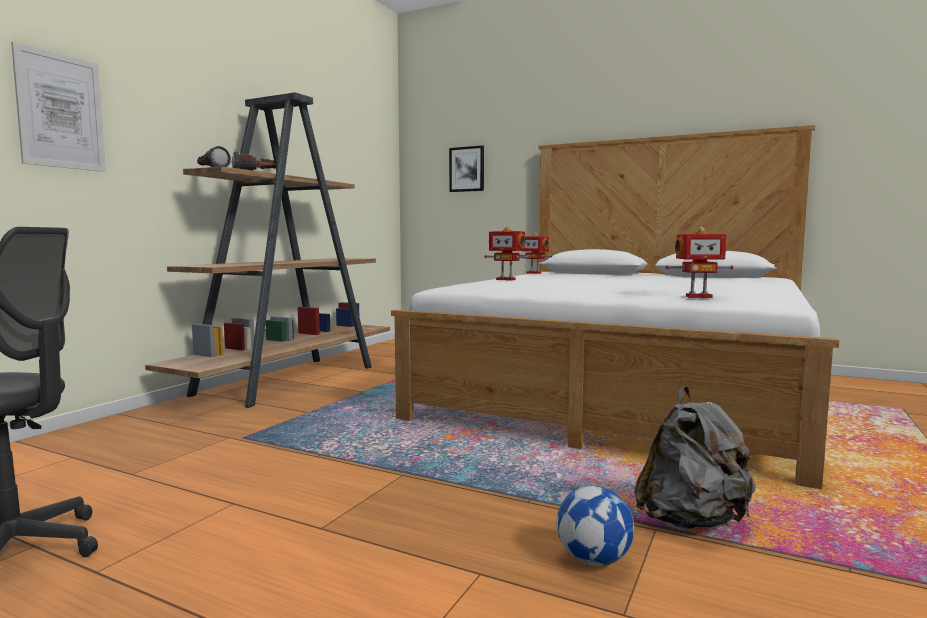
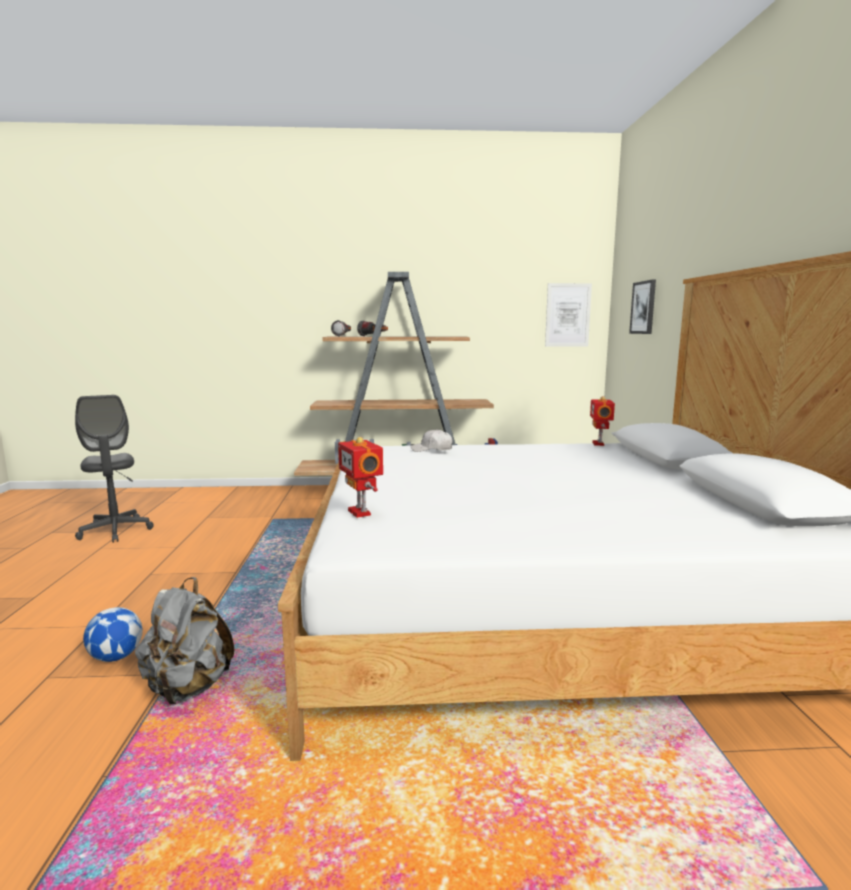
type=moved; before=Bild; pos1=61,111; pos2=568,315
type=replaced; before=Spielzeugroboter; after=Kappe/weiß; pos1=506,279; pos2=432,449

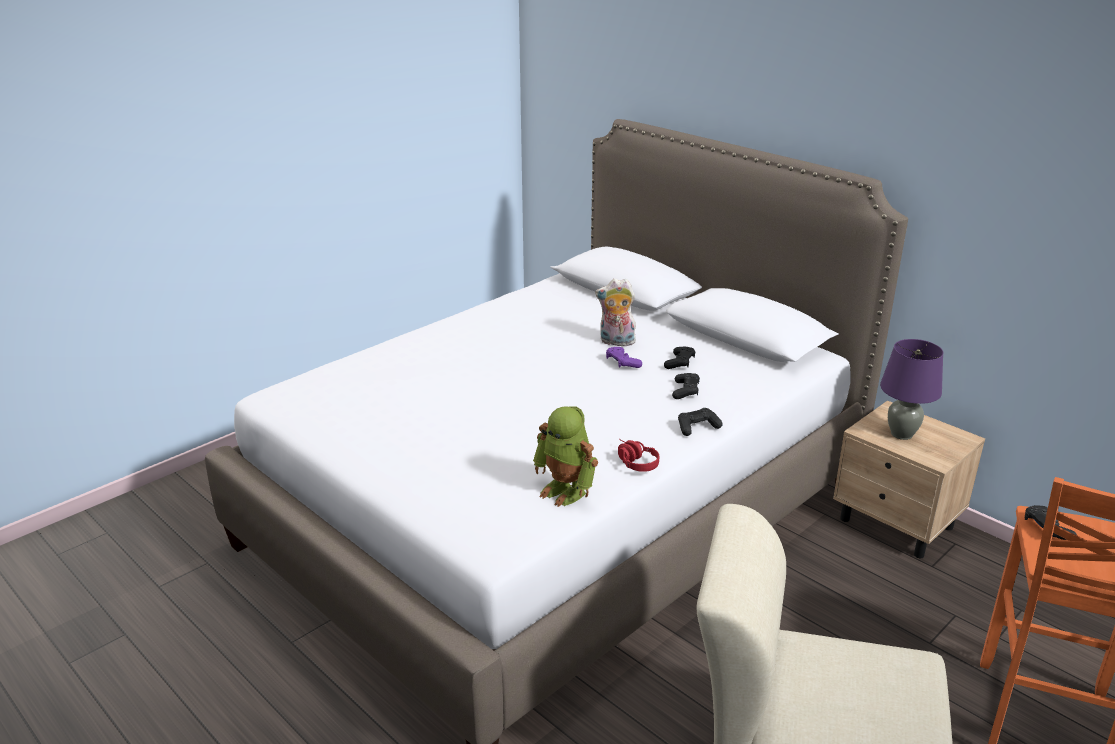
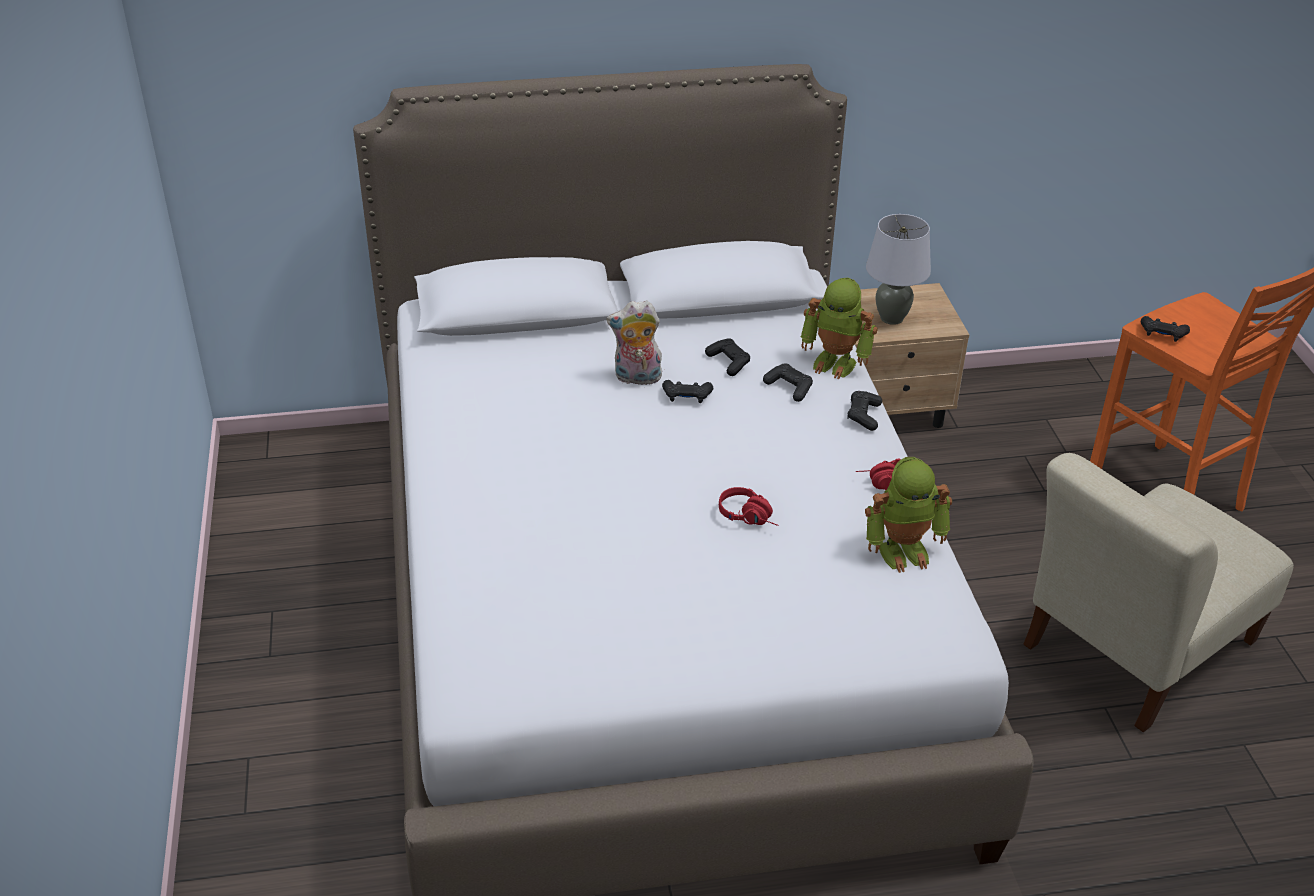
type=turned; before=Plüschtier; pos1=616,342; pos2=636,378; turn=45
type=recoloured; before=Tischlampe/lila; after=Tischlampe/grau; pos1=901,434; pos2=891,318
type=recoloured; before=Gamepad/lila; after=Gamepad/schwarz; pos1=622,363; pos2=687,397
type=added; after=Spielzeugroboter; pos2=836,362
type=added; after=Kopfhörer/rot; pos2=750,517

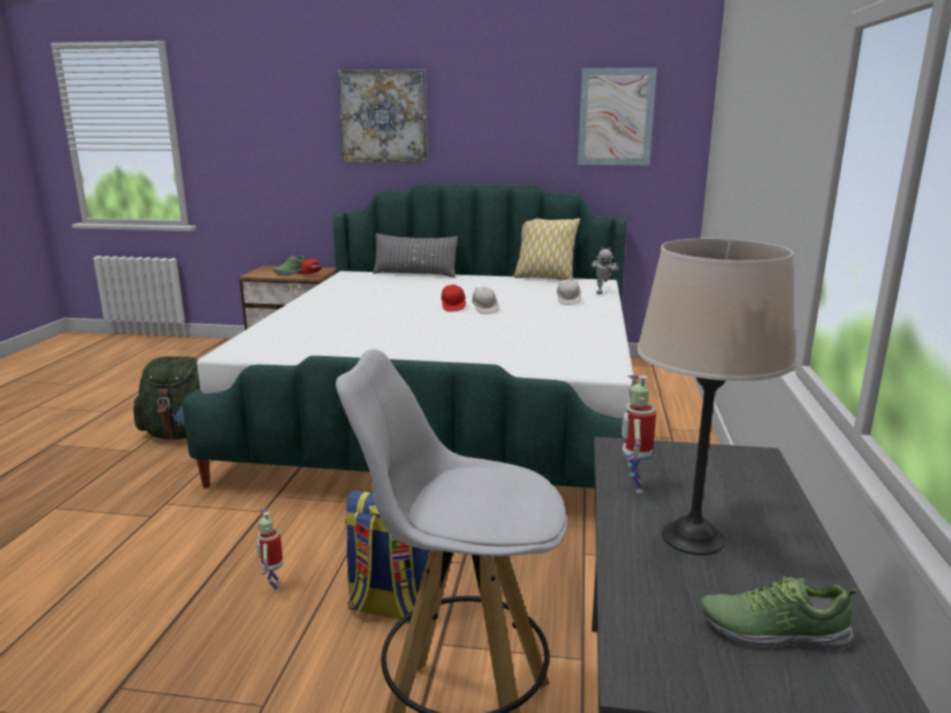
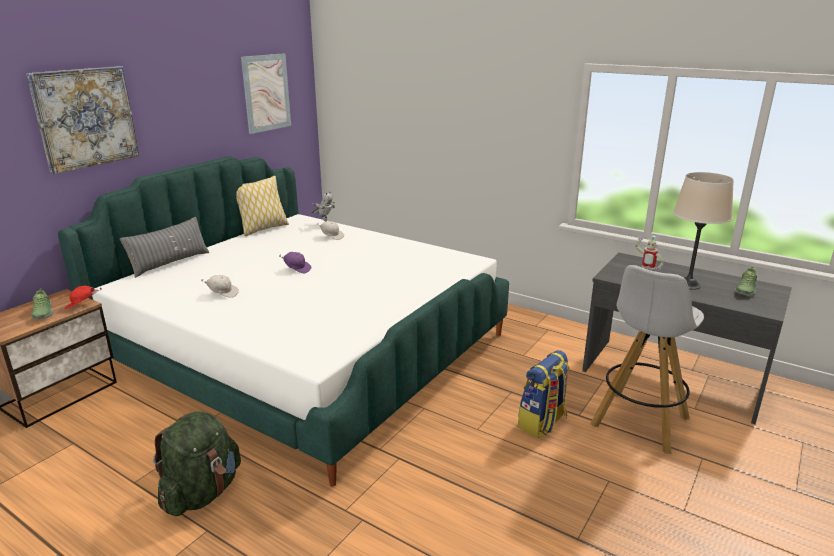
type=recoloured; before=Kappe/rot; after=Kappe/lila; pos1=453,307; pos2=297,269
type=moved; before=Kappe/weiß; pos1=485,309; pos2=223,293
type=removed; before=Spielzeugroboter; pos1=273,586

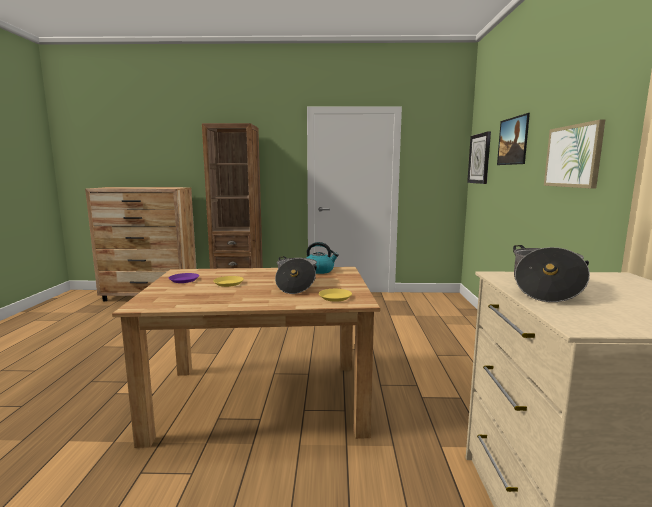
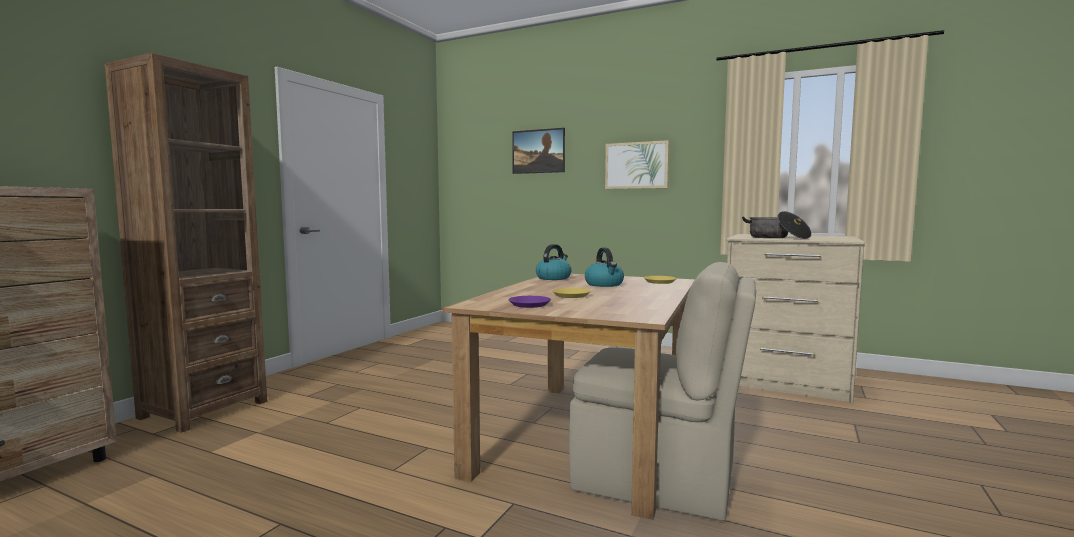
type=removed; before=Wanduhr; pos1=479,158
type=replaced; before=Kochtopf; after=Wasserkessel; pos1=296,285; pos2=604,284
type=added; after=Stuhl/beige; pos2=658,480

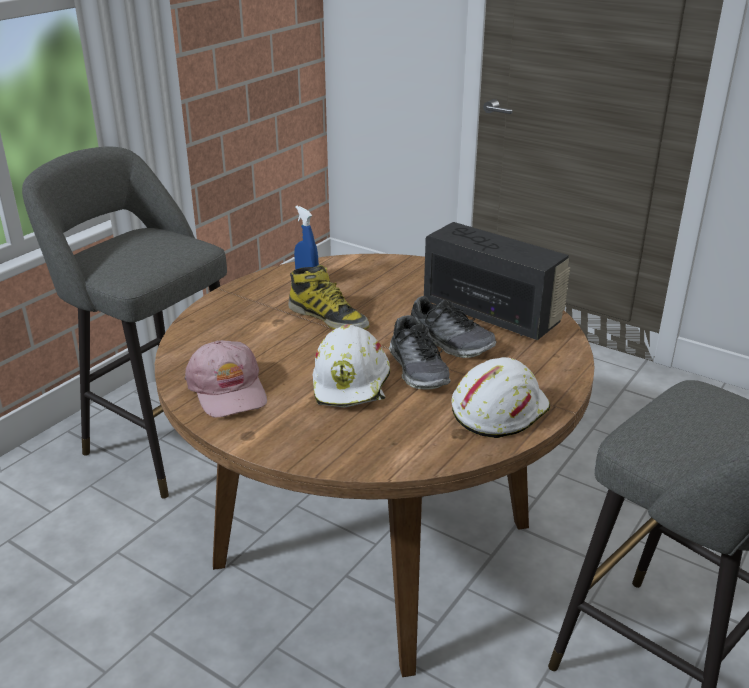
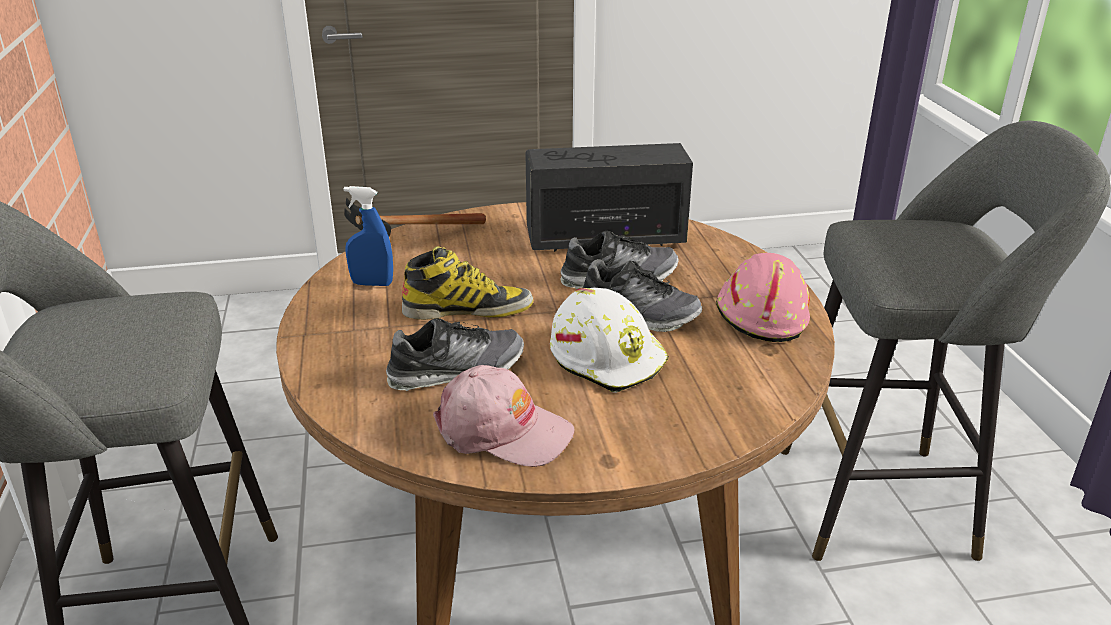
type=recoloured; before=Schutzhelm/weiß; after=Schutzhelm/rosa; pos1=498,410; pos2=759,314
type=added; after=Hammer; pos2=406,247
type=added; after=Schuh; pos2=456,372

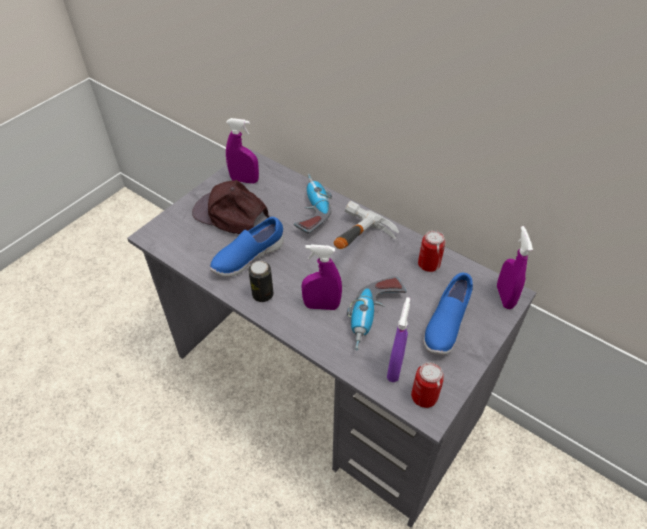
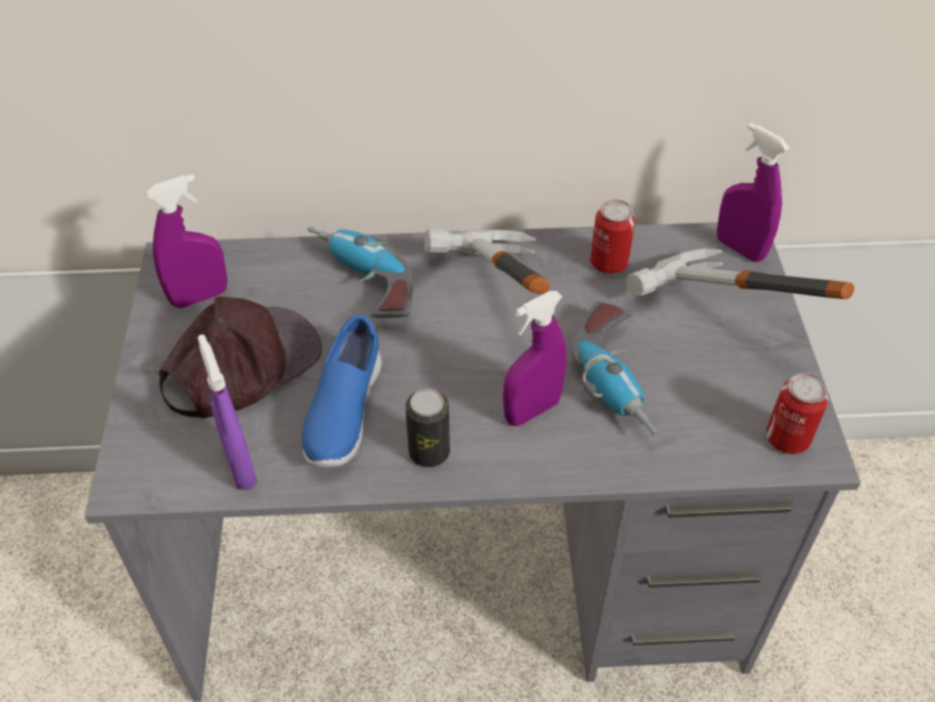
type=turned; before=Kappe/braun; pos1=231,215; pos2=241,364; turn=150
type=replaced; before=Schuh/blau; after=Hammer; pos1=445,325; pos2=712,329
type=moved; before=Sprühflasche/lila; pos1=395,367; pos2=240,466

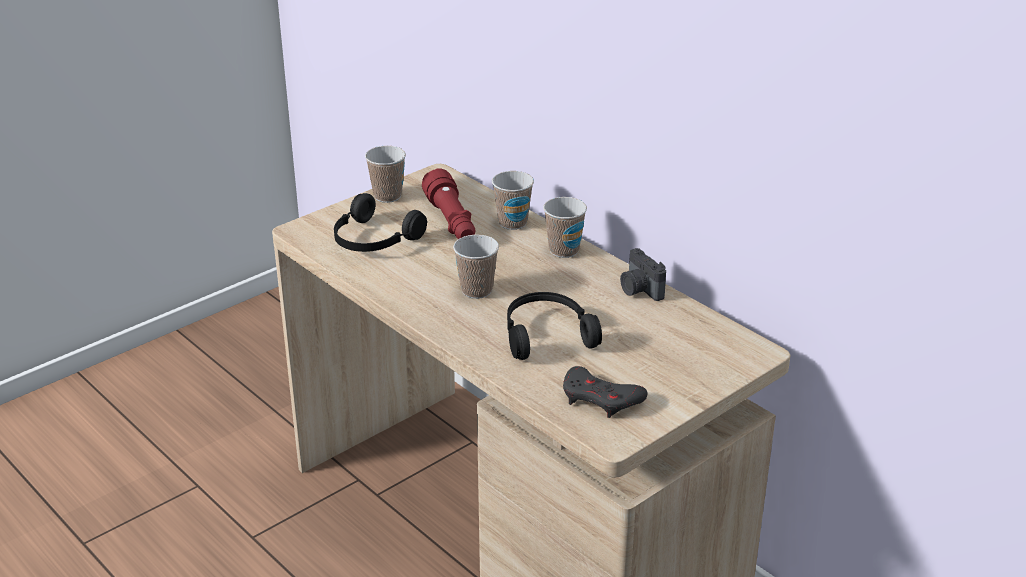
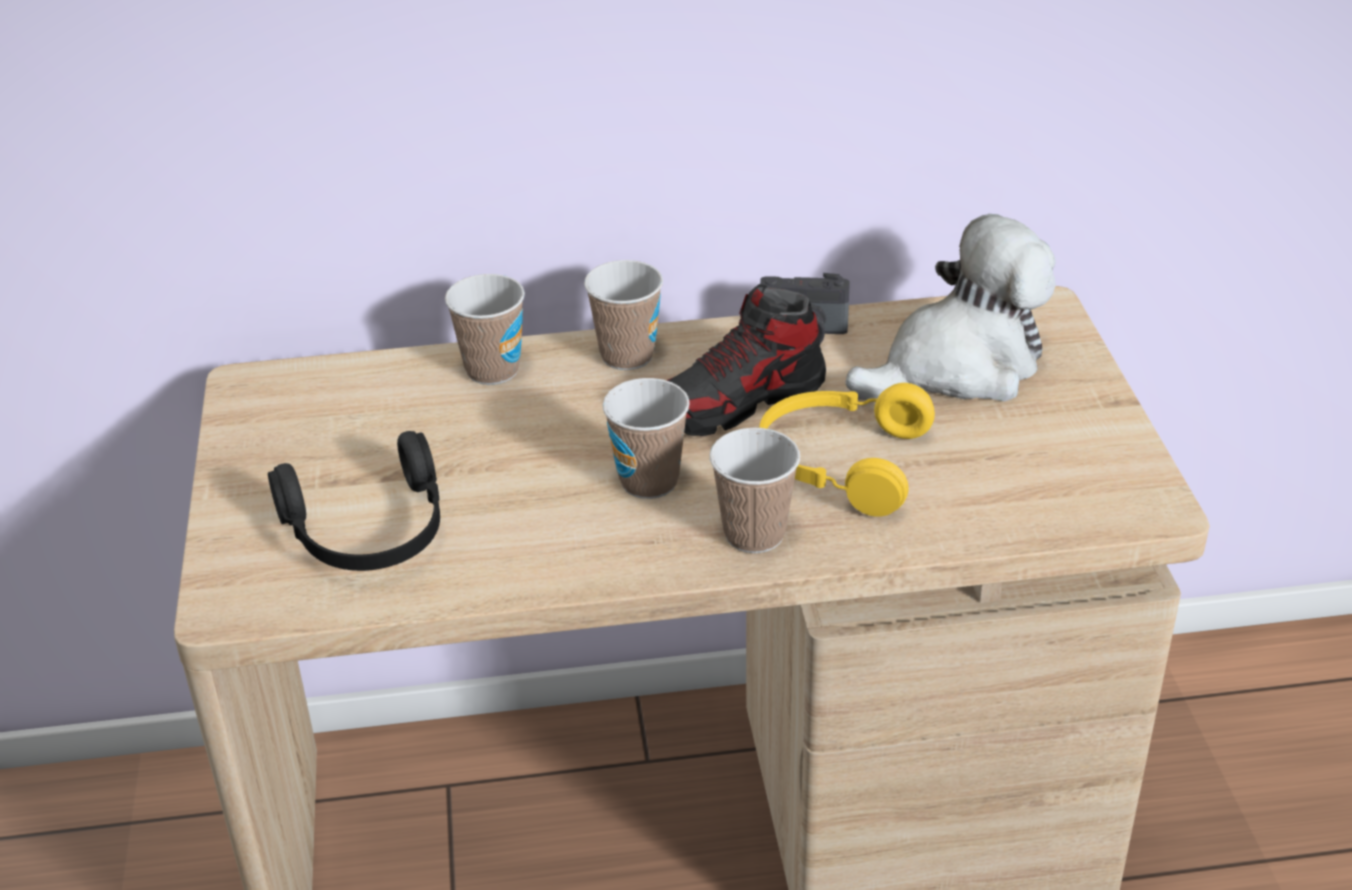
type=moved; before=Tasse; pos1=387,196; pos2=754,534
type=removed; before=Taschenlampe/rot; pos1=451,222
type=recoloured; before=Kopfhörer/schwarz; after=Kopfhörer/gelb; pos1=546,335; pos2=839,463
type=removed; before=Gamepad/grau; pos1=600,398
type=added; after=Plüschtier; pos2=958,367
type=added; after=Schuh; pos2=740,401

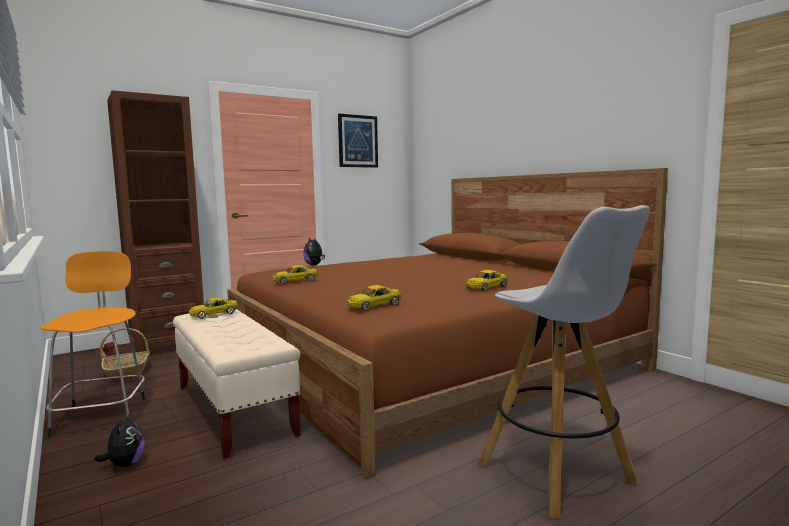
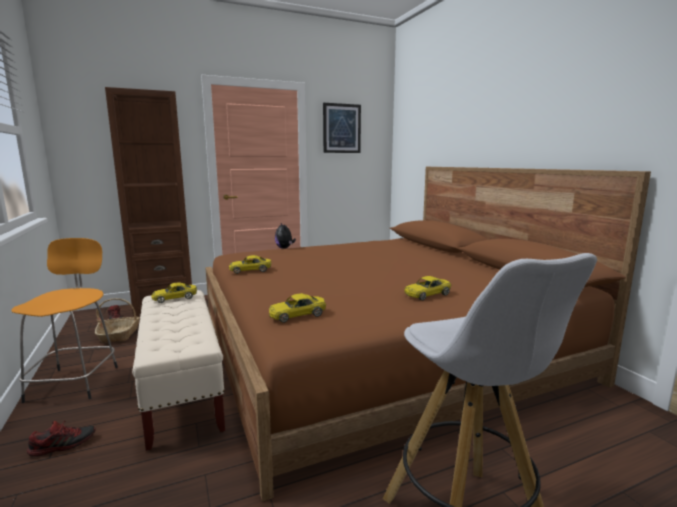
type=replaced; before=Plüschtier; after=Schuh; pos1=125,464; pos2=63,445

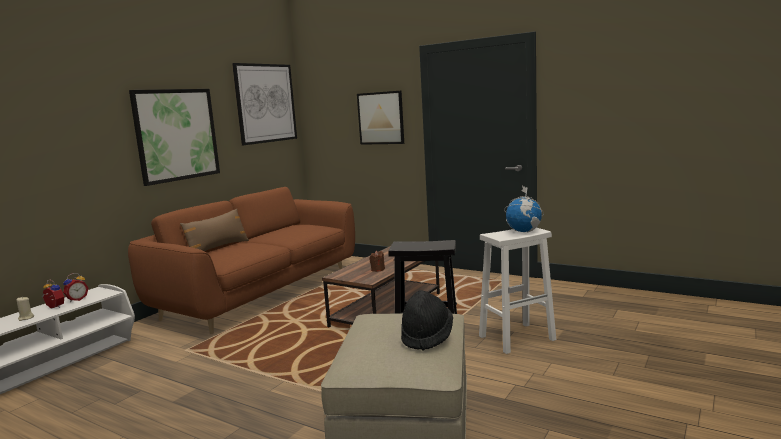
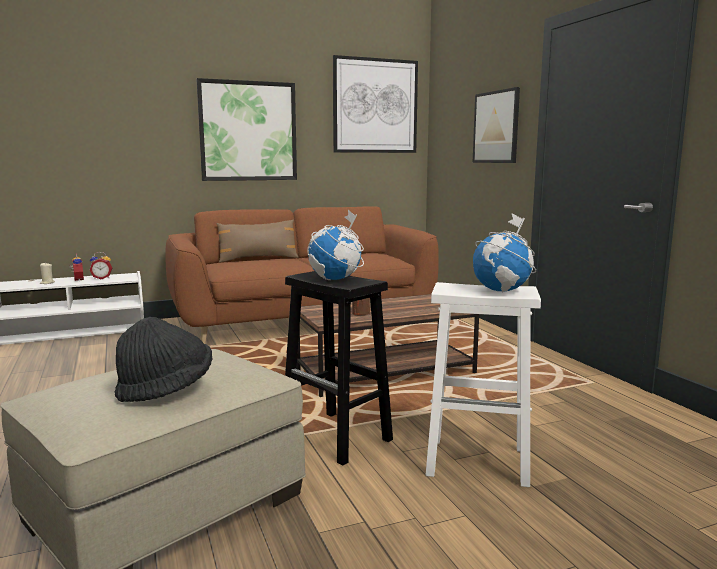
type=added; after=Globus; pos2=336,279

